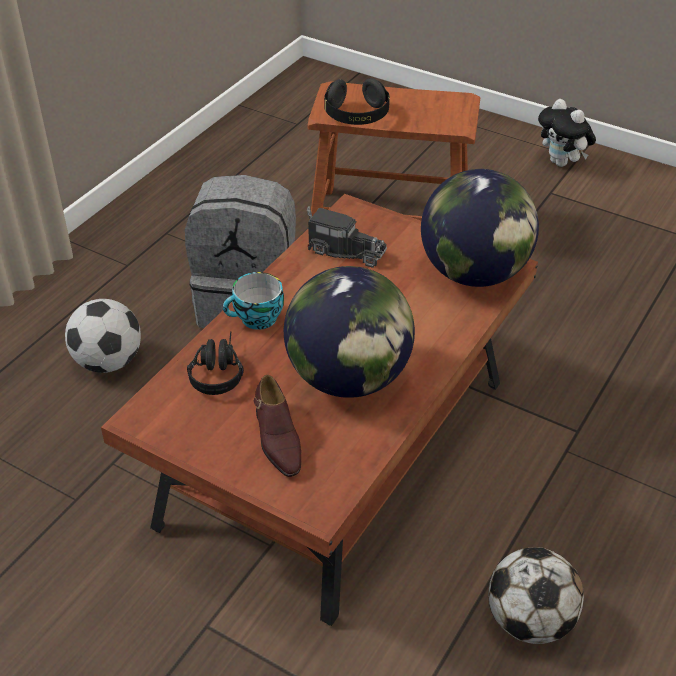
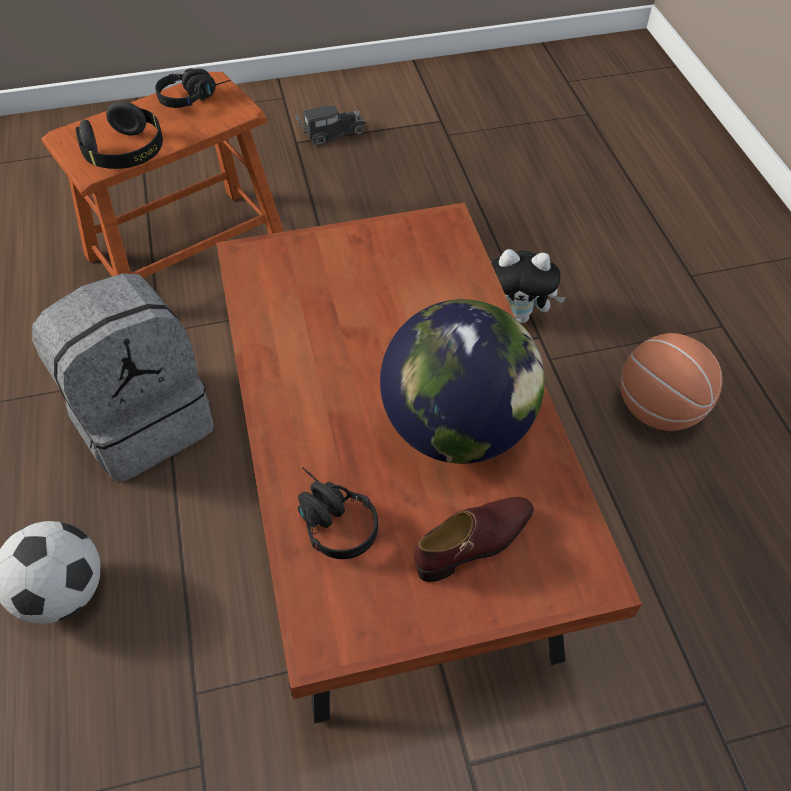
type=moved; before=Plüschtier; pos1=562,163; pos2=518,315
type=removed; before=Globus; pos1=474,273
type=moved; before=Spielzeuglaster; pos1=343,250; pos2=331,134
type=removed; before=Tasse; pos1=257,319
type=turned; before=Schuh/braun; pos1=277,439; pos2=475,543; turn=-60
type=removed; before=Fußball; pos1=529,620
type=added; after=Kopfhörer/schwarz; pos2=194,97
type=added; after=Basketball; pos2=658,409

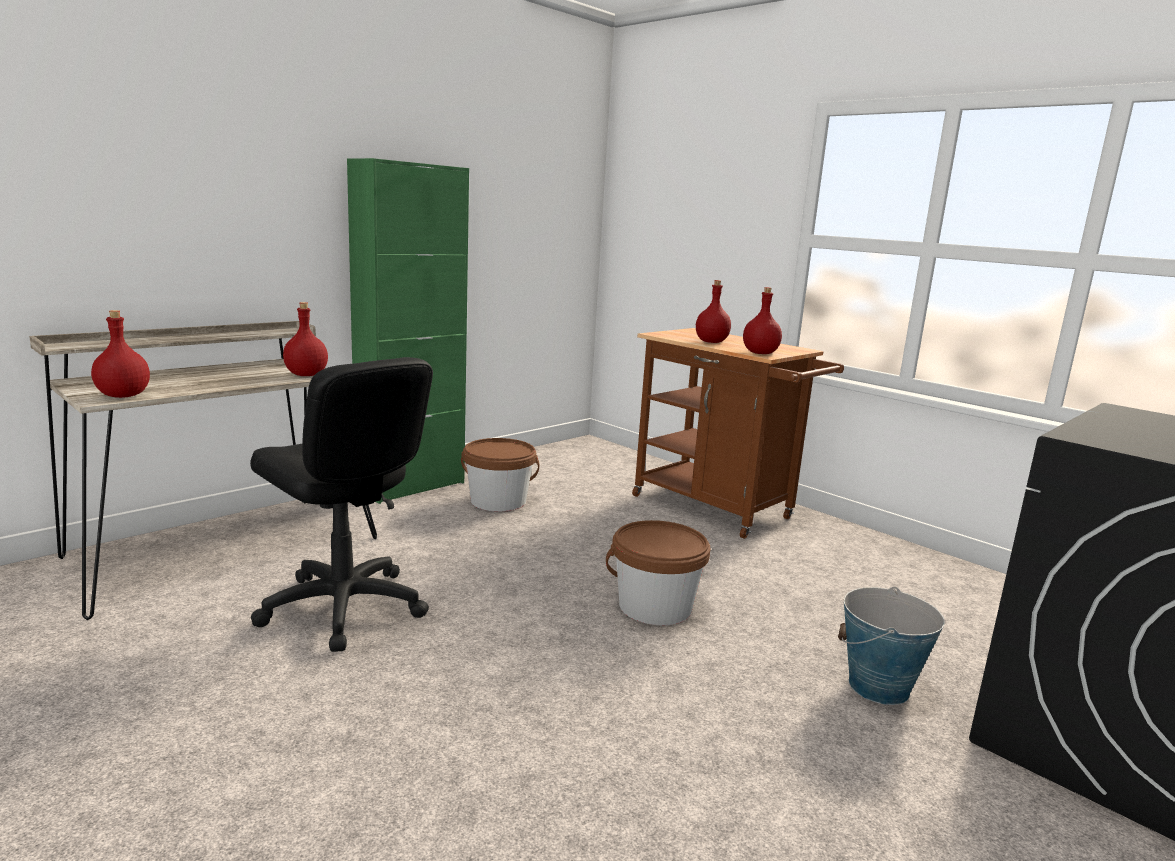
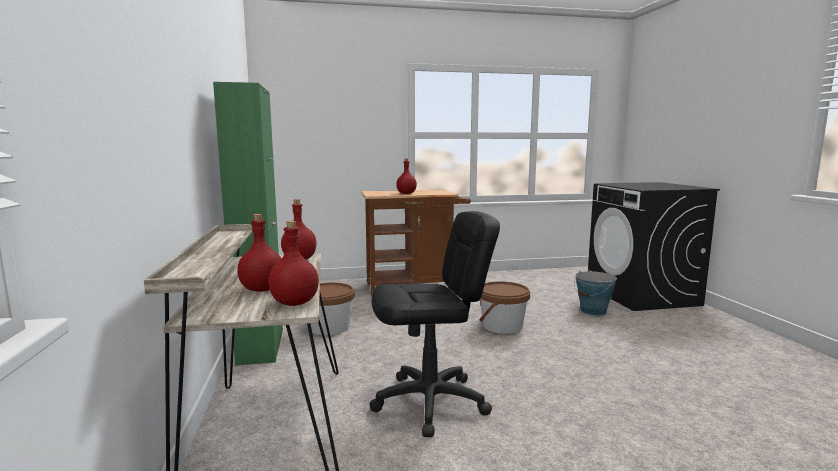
type=moved; before=Flasche/rot; pos1=760,353; pos2=262,289

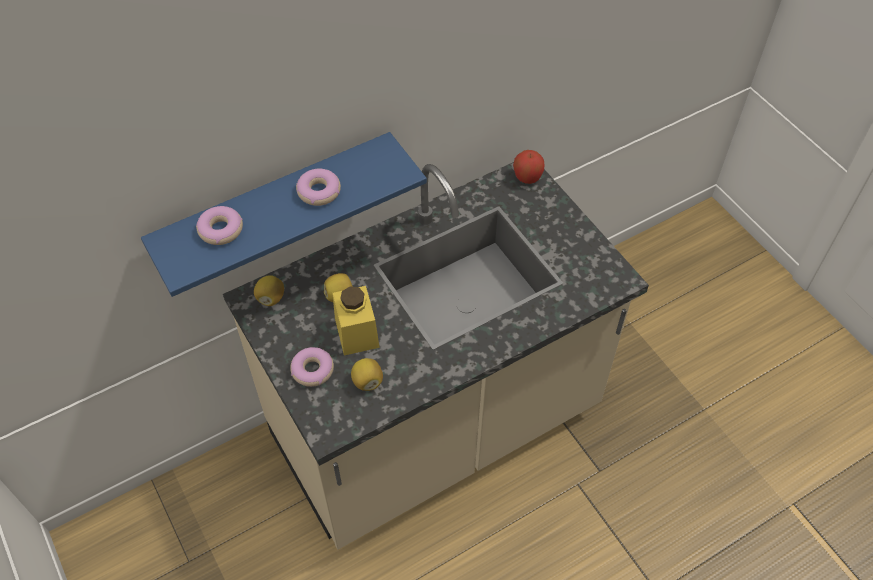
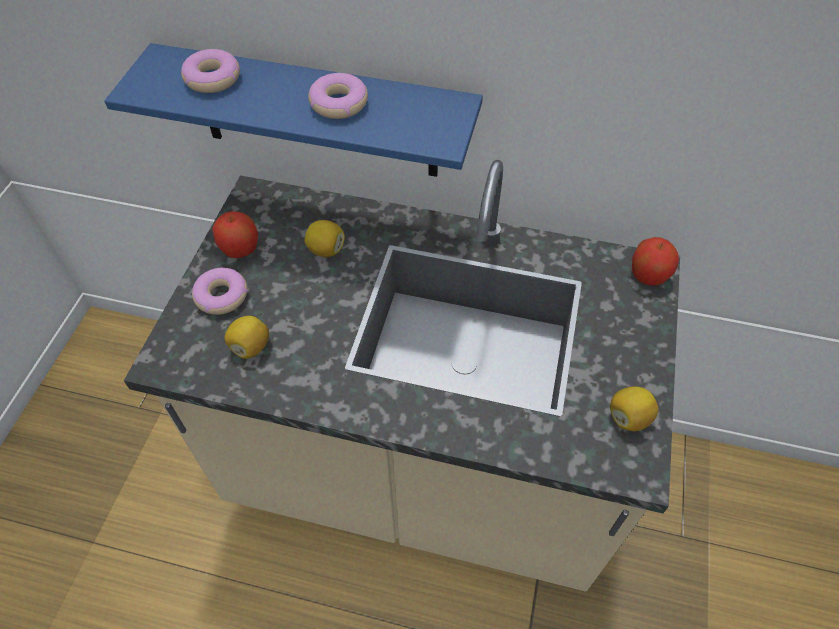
type=moved; before=Zitrone; pos1=271,298; pos2=628,417
type=removed; before=Vorratsglas/gelb; pos1=357,332
type=added; after=Apfel; pos2=240,249

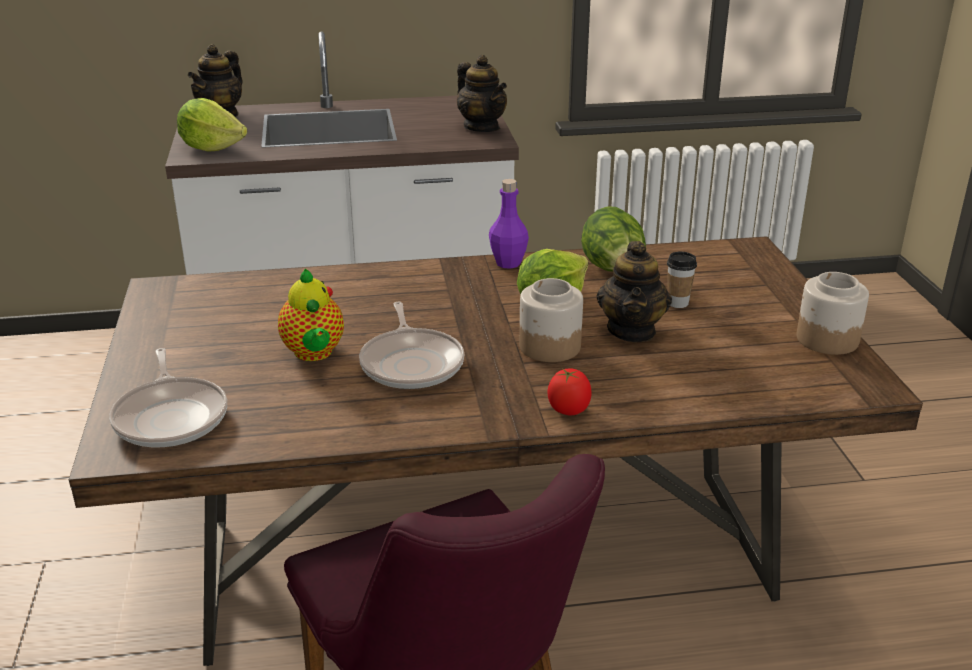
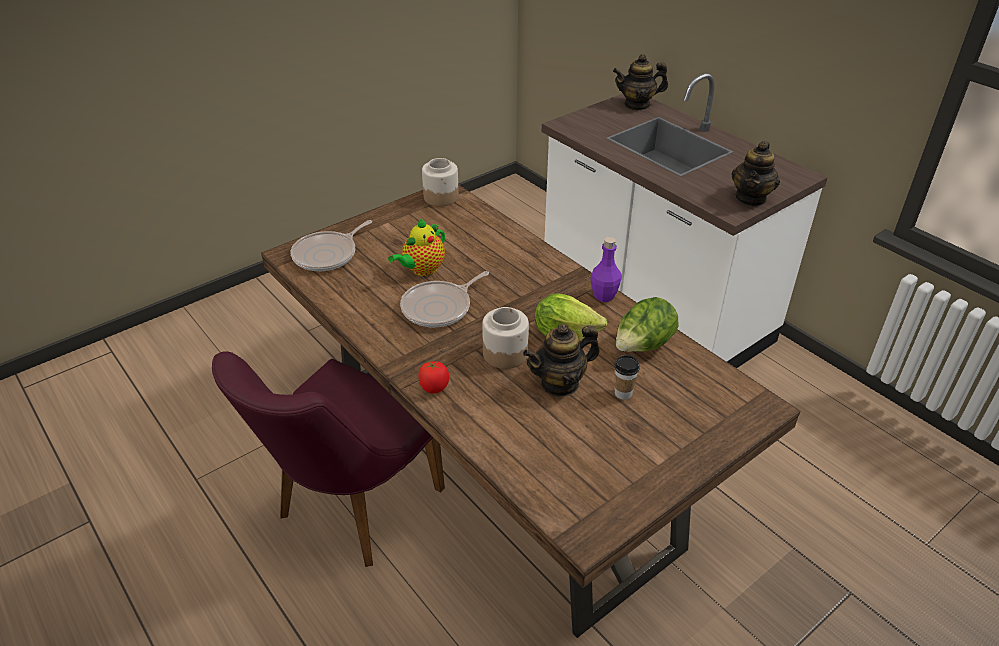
type=removed; before=Salatkopf; pos1=212,147
type=moved; before=Vorratsglas; pos1=826,339; pos2=441,197

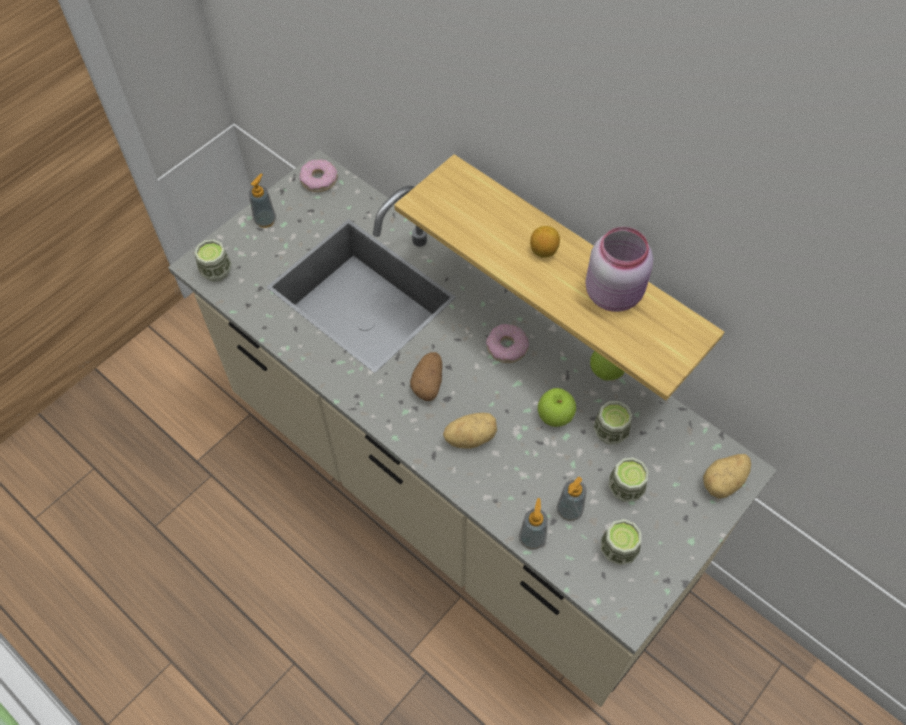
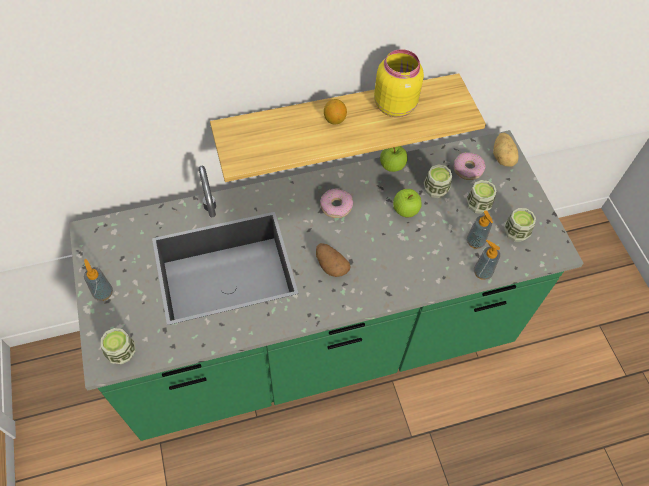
type=recoloured; before=Küchenzeile/beige; after=Küchenzeile/grün; pos1=453,492; pos2=319,342
type=moved; before=Donut; pos1=319,180; pos2=468,169
type=recoloured; before=Vorratsglas/rosa; after=Vorratsglas/gelb; pos1=615,293; pos2=395,104
type=removed; before=Kartoffel; pos1=470,436

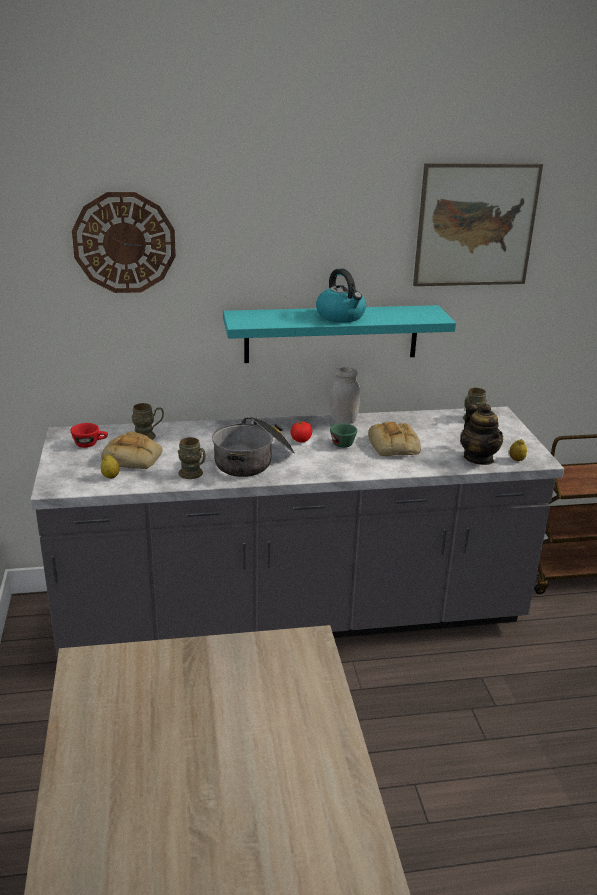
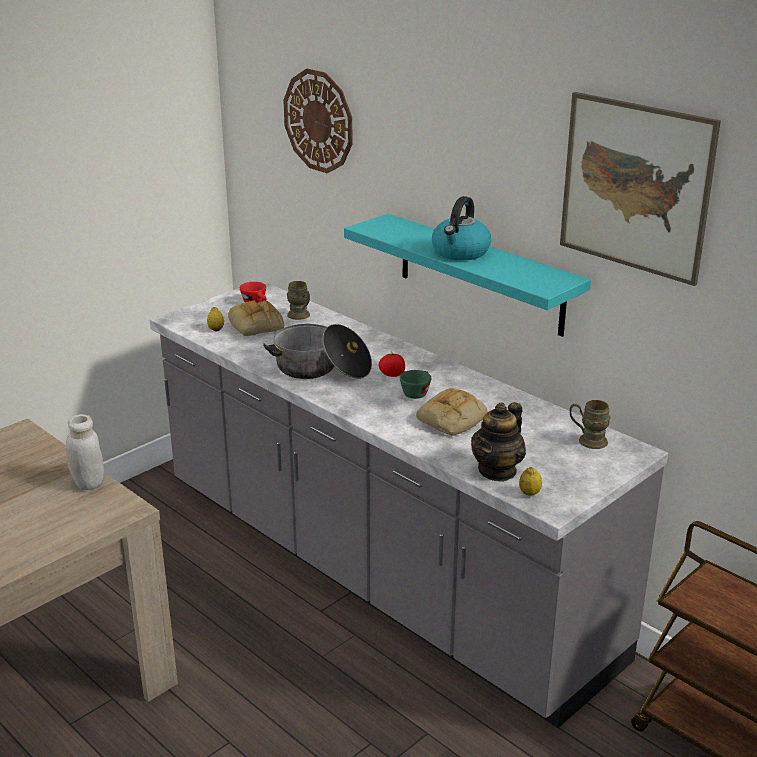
type=moved; before=Vorratsglas/weiß; pos1=343,421; pos2=88,483
type=removed; before=Henkelbecher/braun; pos1=194,474

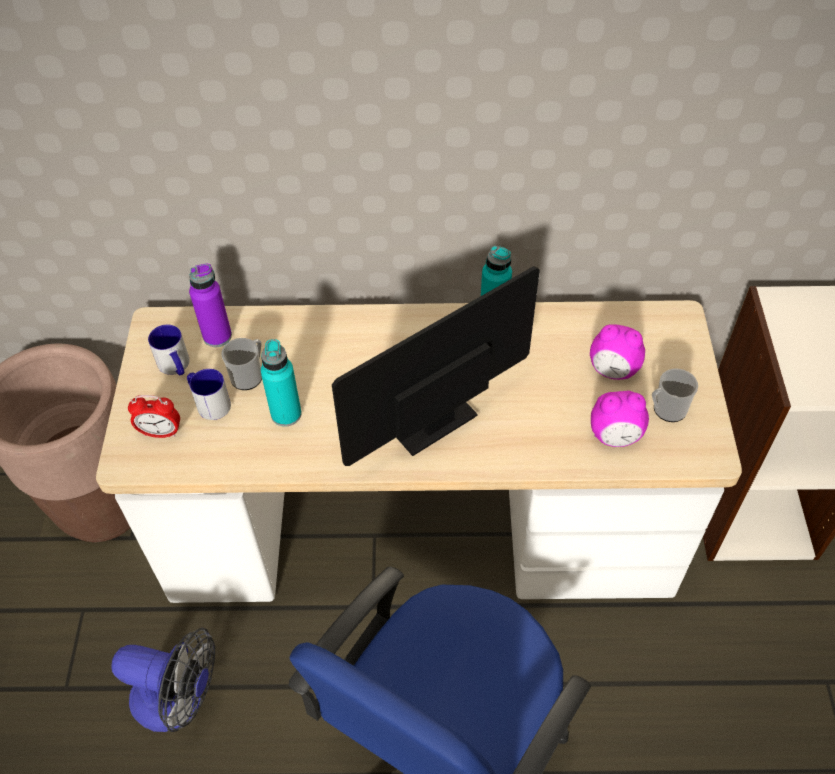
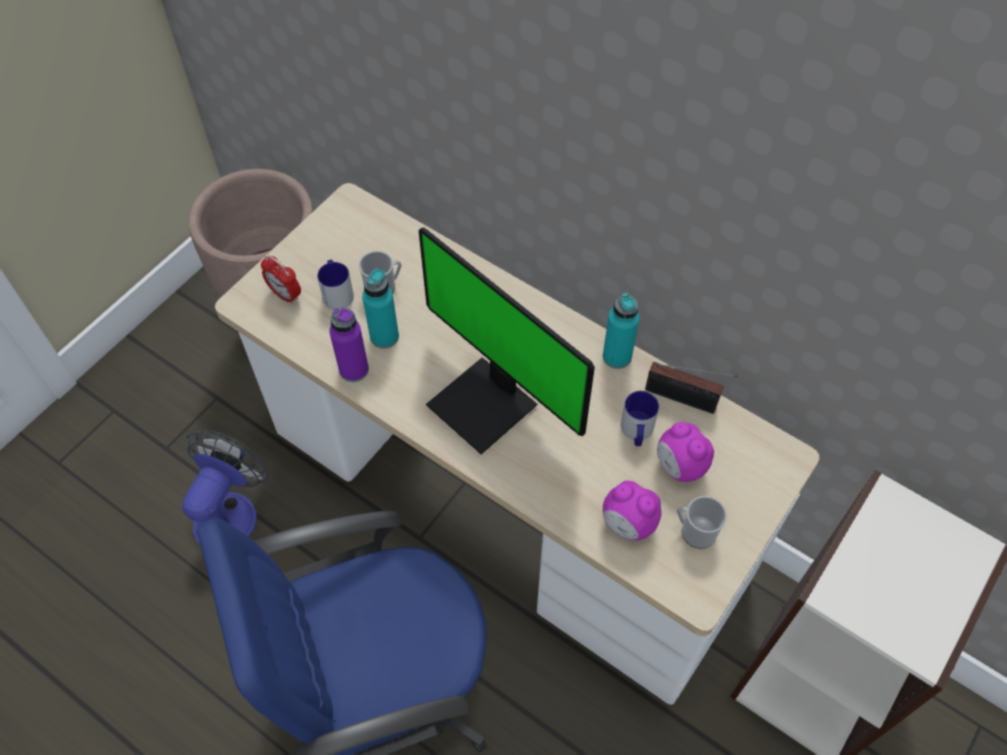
type=moved; before=Flasche/lila; pos1=217,336; pos2=354,370
type=turned; before=Monitor; pos1=423,415; pos2=486,404; turn=-135
type=moved; before=Henkelbecher; pos1=176,366; pos2=637,432
type=turned; before=Ventilator; pos1=179,700; pos2=230,510; turn=-120
type=added; after=Radio; pos2=684,399

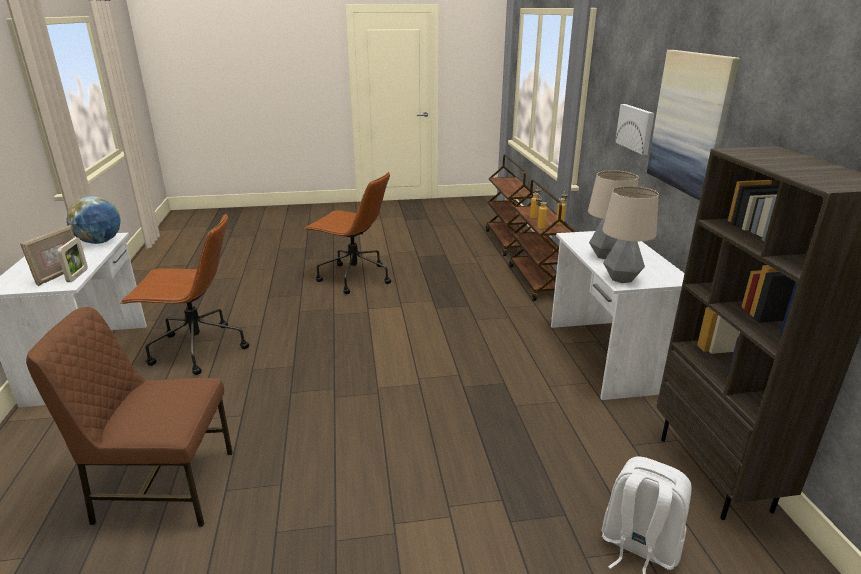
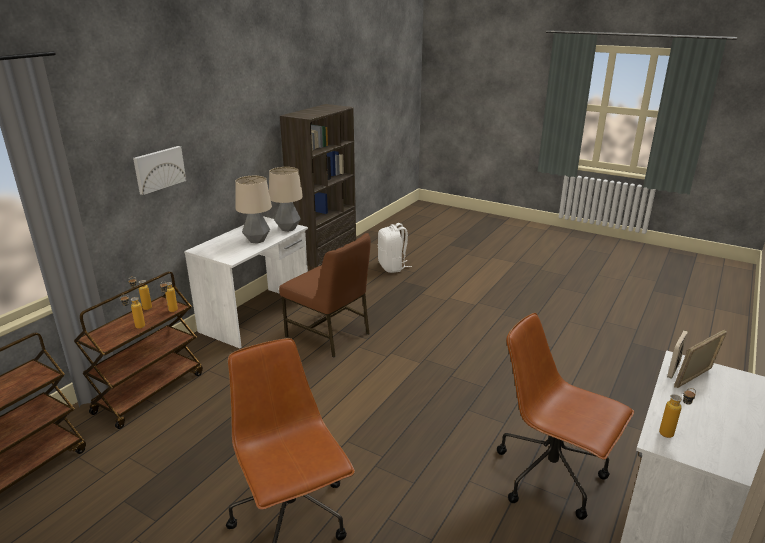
type=removed; before=Bild; pos1=690,122
type=replaced; before=Globus; after=Flasche; pos1=100,242; pos2=671,433
type=moved; before=Stuhl/braun; pos1=163,487; pos2=329,335

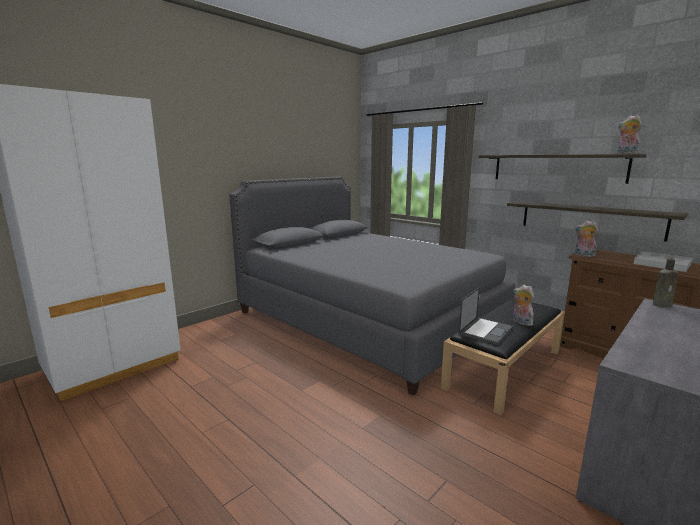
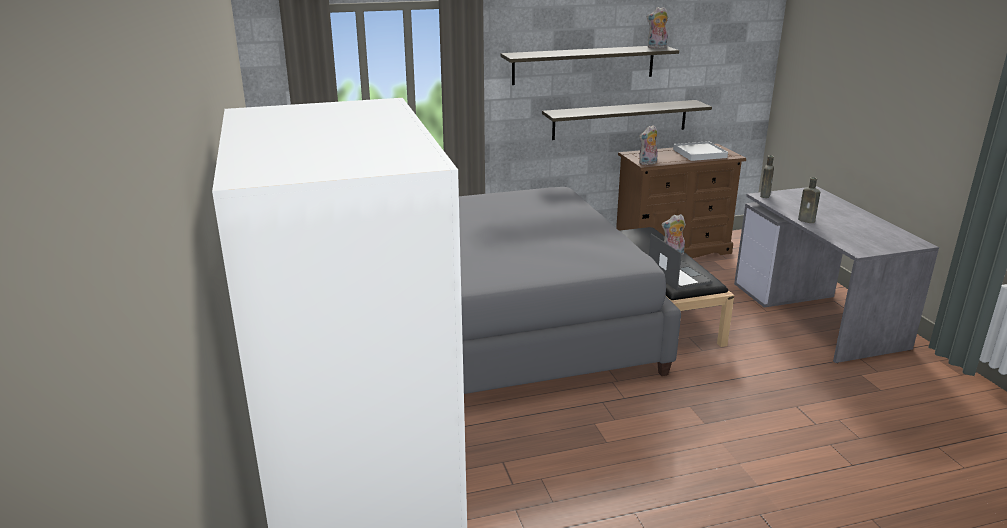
type=added; after=Flasche/braun; pos2=807,221

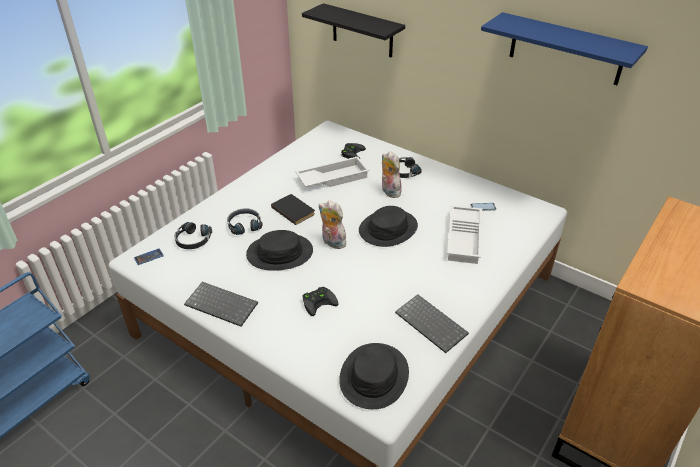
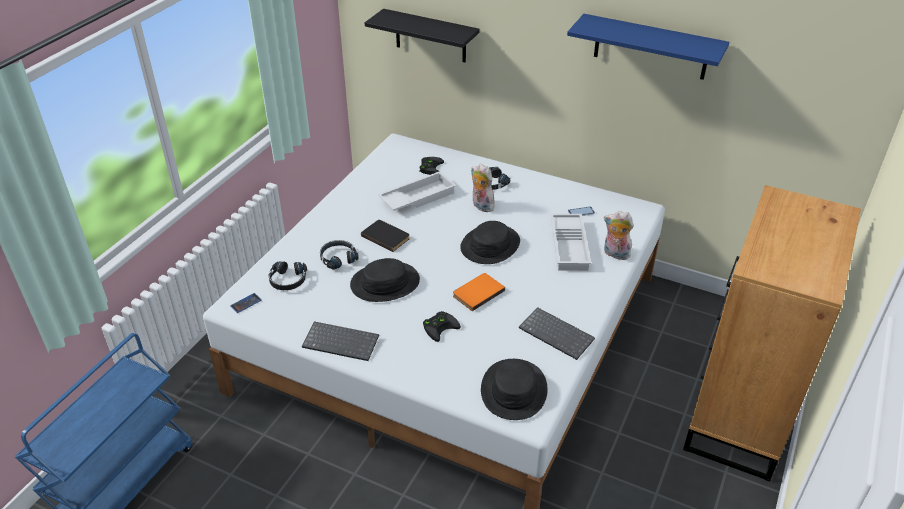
type=moved; before=Plüschtier; pos1=332,242; pos2=615,254
type=added; after=Buch/orange; pos2=477,292

